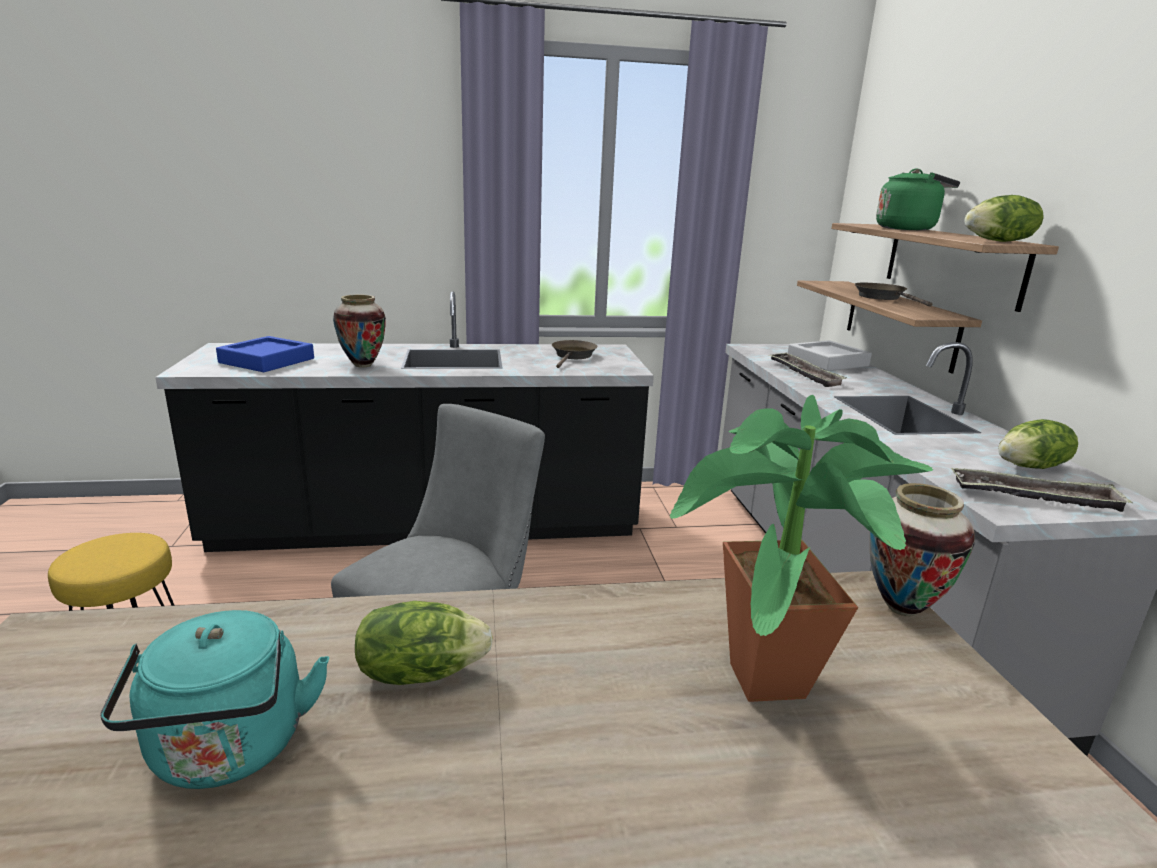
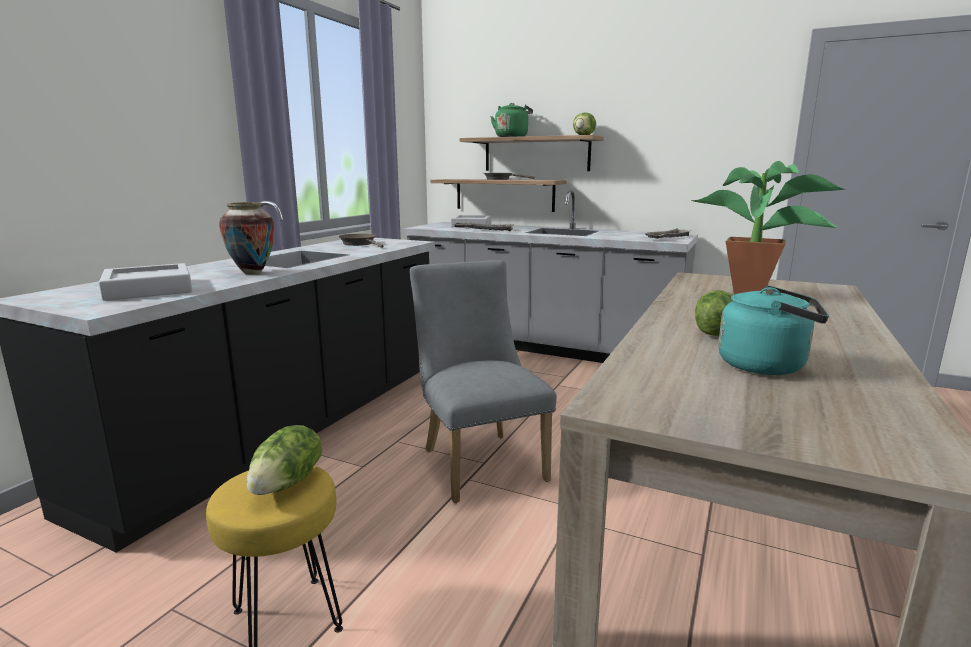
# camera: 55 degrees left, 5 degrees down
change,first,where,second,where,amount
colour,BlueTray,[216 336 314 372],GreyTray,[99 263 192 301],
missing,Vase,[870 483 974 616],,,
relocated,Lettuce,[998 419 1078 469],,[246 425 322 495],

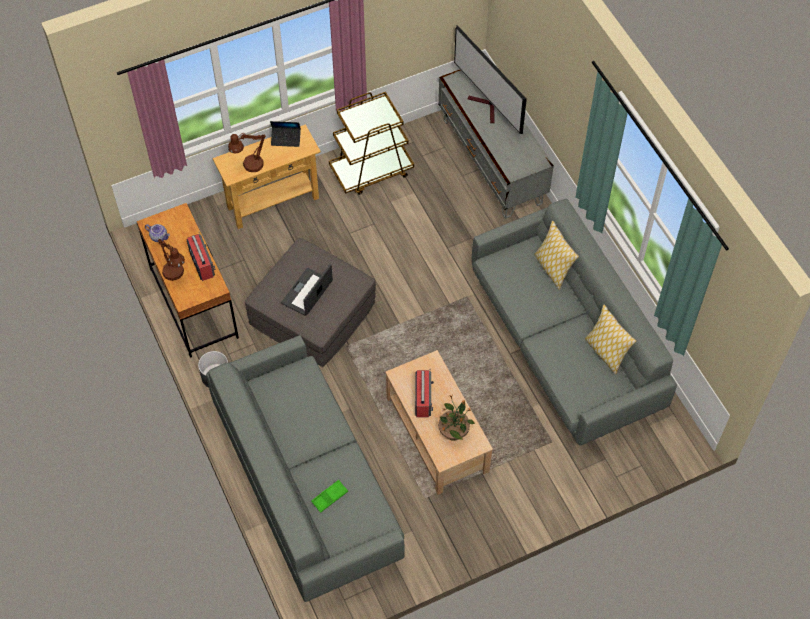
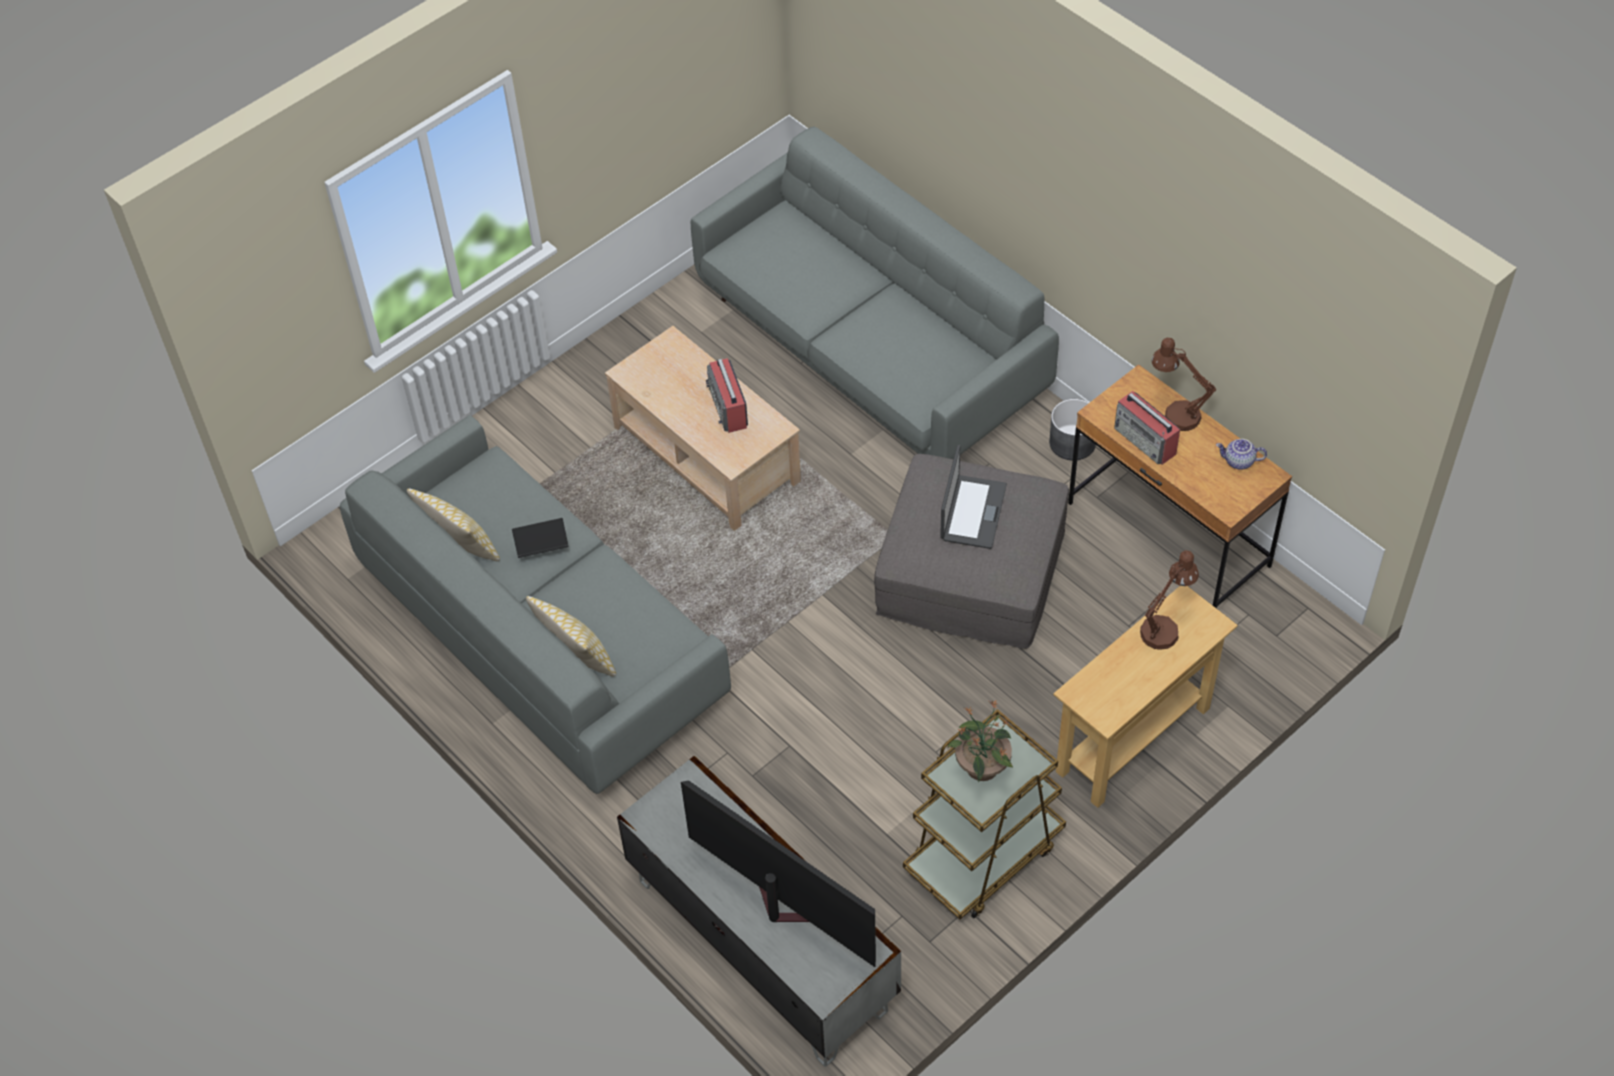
# camera: 165 degrees right, 5 degrees down
change,first,where,second,where,amount
relocated,Laptop,[270 121 301 147],,[512 518 569 558],
missing,GreenTray,[311 480 348 513],,,
relocated,PottedPlant,[438 395 475 441],,[947 700 1013 782],

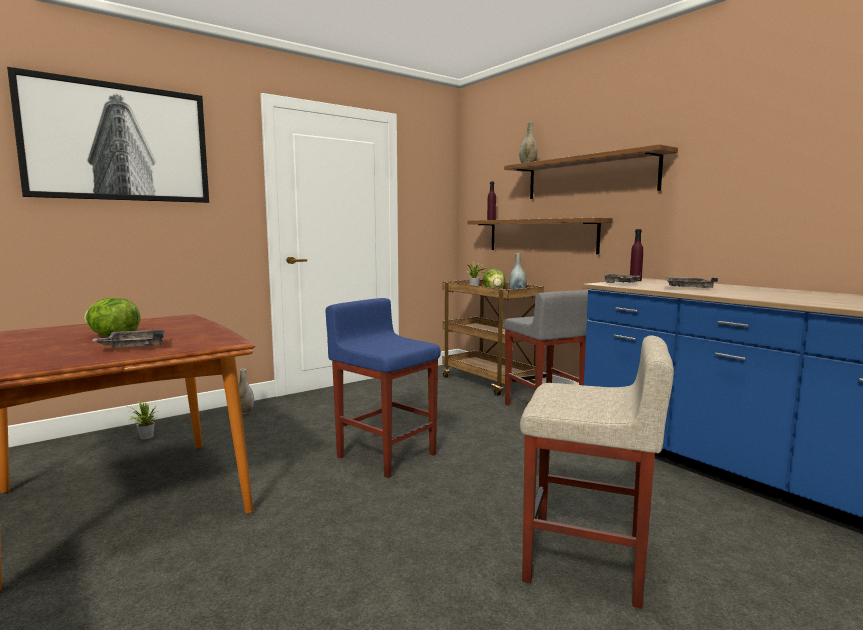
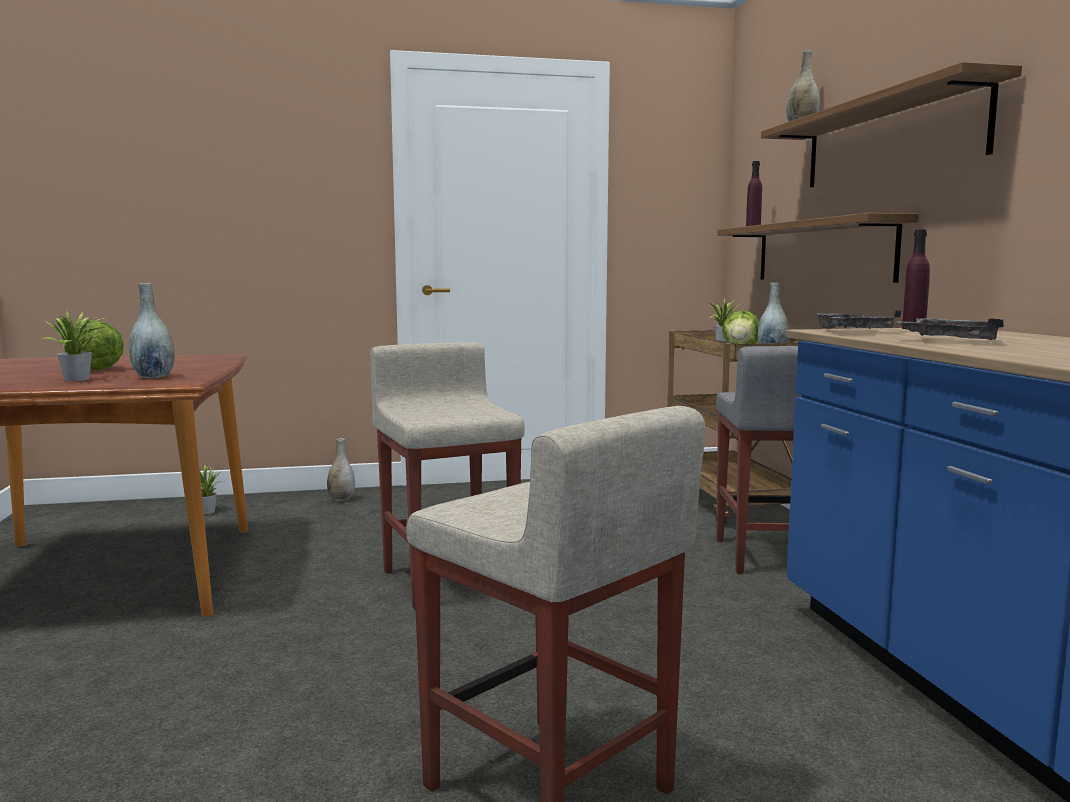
# camera: 25 degrees right, 0 degrees up
change,first,where,second,where,amount
missing,Picture,[7 67 209 203],,,
exchanged,GreyTray,[92 330 164 348],PottedPlant,[43 311 109 381],
colour,BlueStool,[326 298 441 478],BeigeStool,[370 342 525 610],
appeared,,,GreyVase,[129 283 175 378],

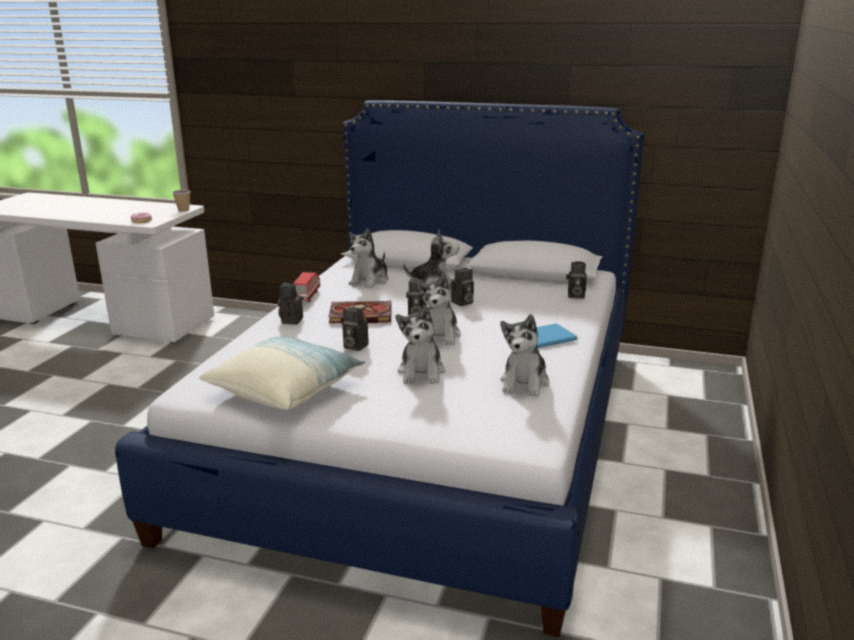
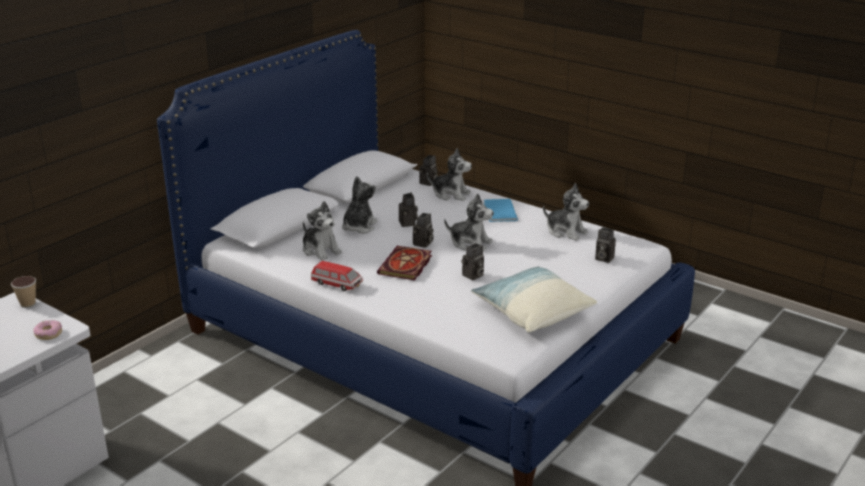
# camera: 70 degrees left, 5 degrees up
change,first,where,second,where,amount
relocated,PhotoCamera,[278 282 303 325],,[595 227 616 263],
relocated,PlushToy,[396 305 445 384],,[427 148 472 201],

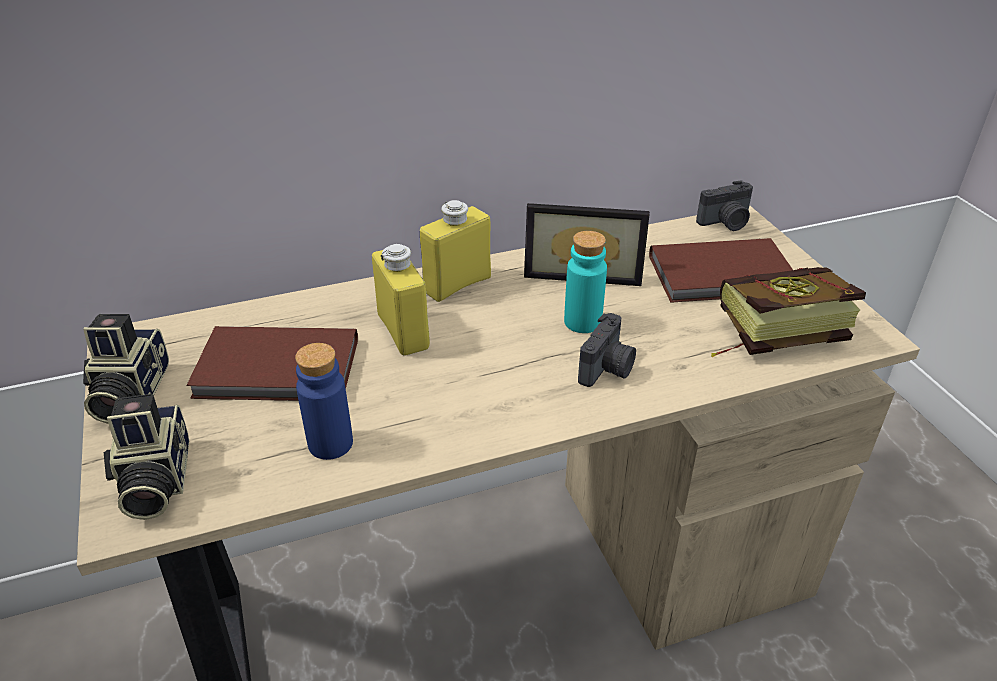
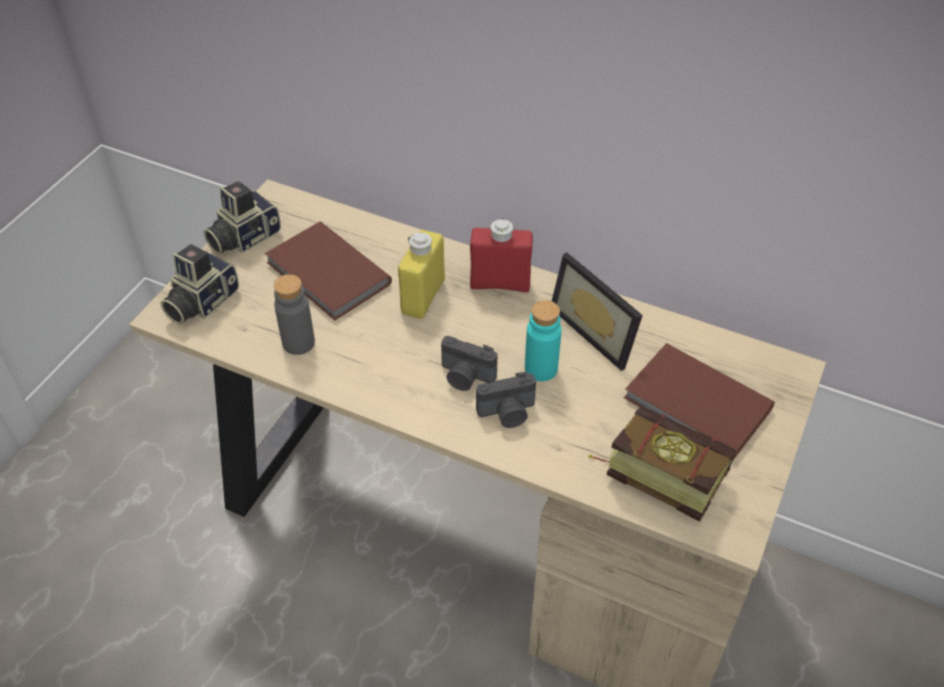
# camera: 45 degrees right, 10 degrees up
change,first,where,second,where,amount
colour,BlueBottle,[295 343 353 460],GreyBottle,[274 274 315 355],
colour,YellowBottle,[420 200 491 302],RedBottle,[470 218 533 292],
relocated,PhotoCamera,[696 180 753 231],,[441 336 497 391],

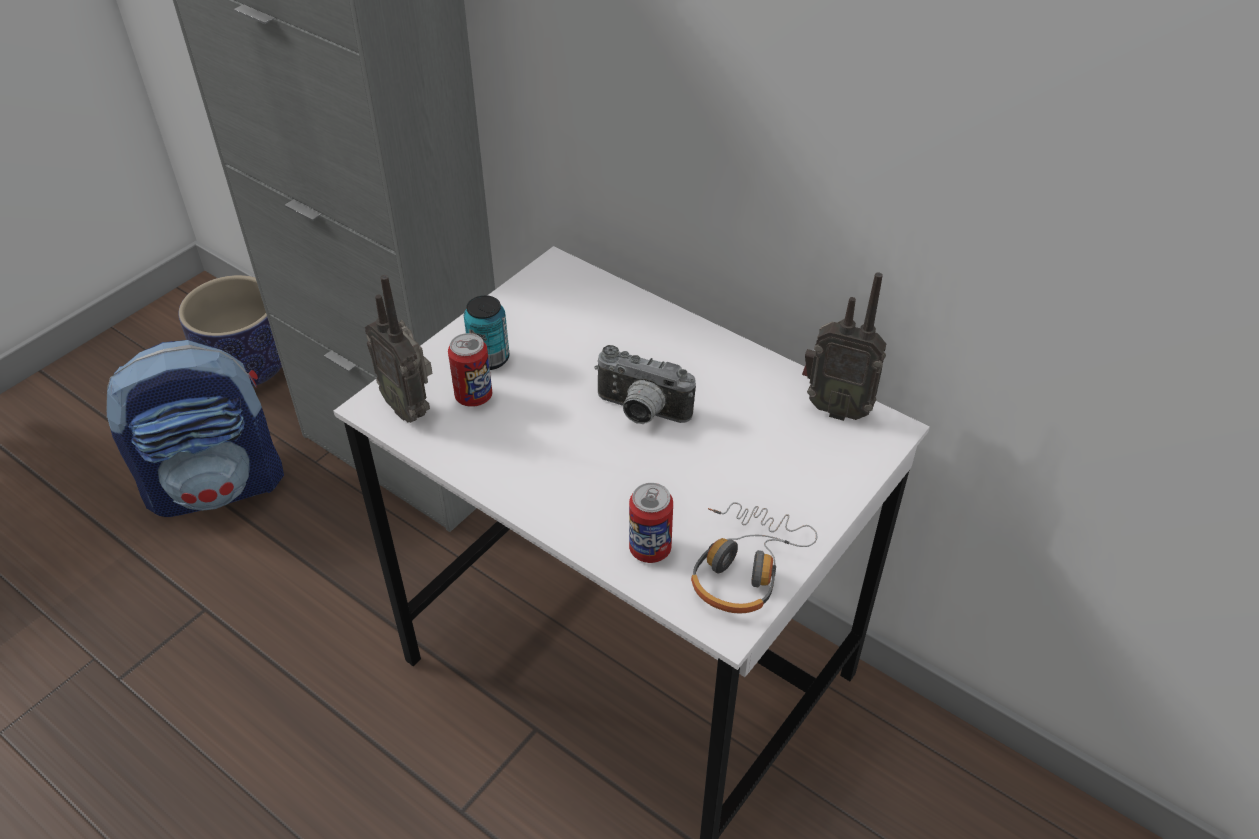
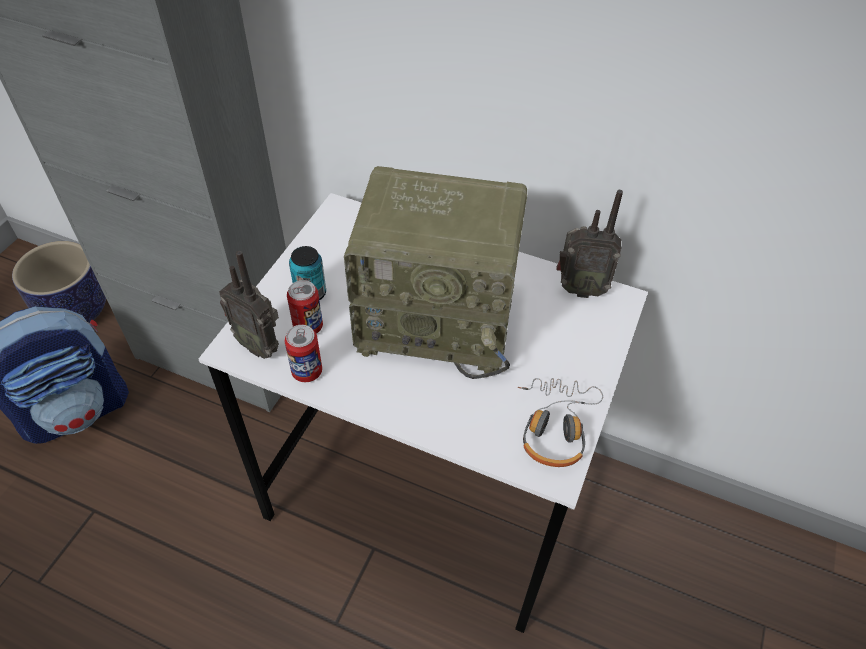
# camera: 15 degrees left, 5 degrees up
change,first,where,second,where,amount
exchanged,PhotoCamera,[594 345 696 424],Radio,[344 166 527 379],
relocated,Can,[629 483 673 563],,[285 325 322 382],

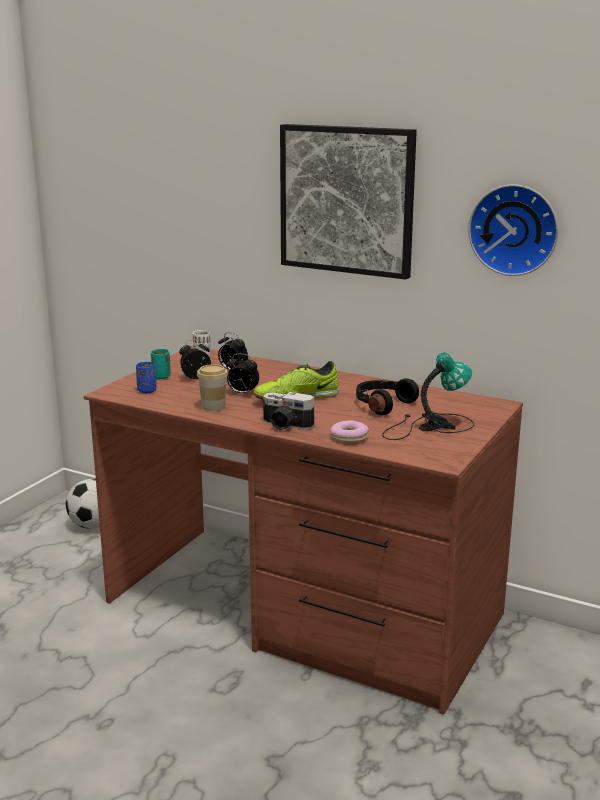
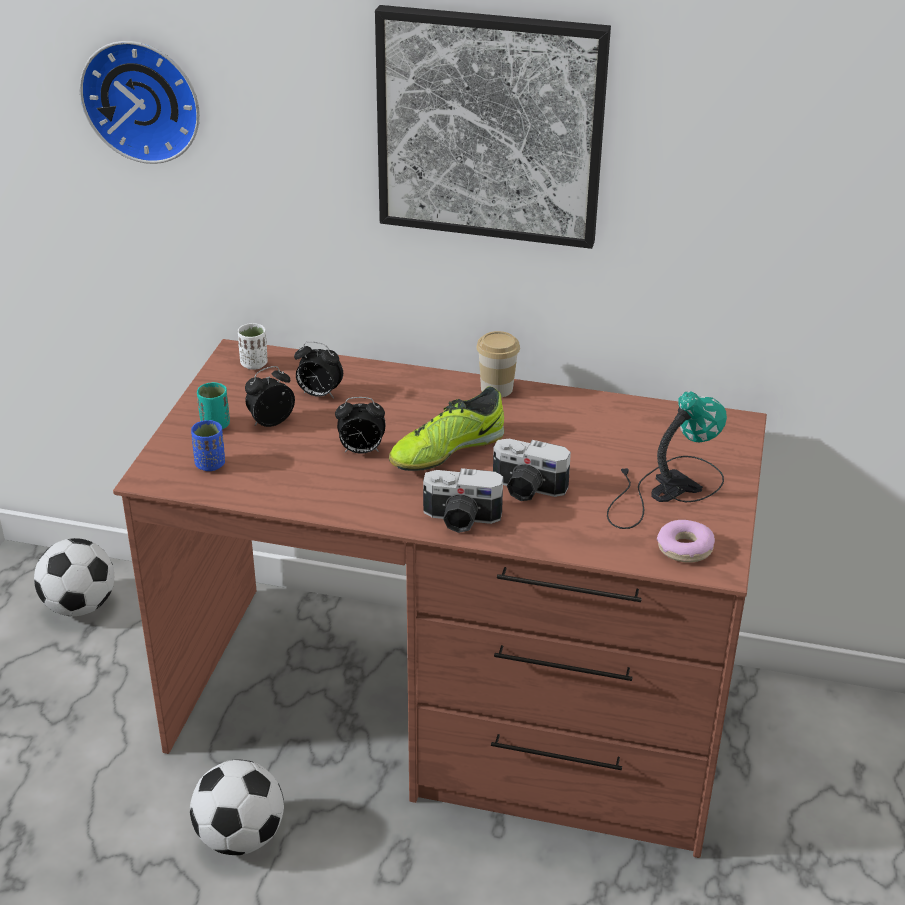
# camera: 15 degrees left, 15 degrees up
change,first,where,second,where,amount
relocated,Cup,[197 364 228 411],,[476 331 520 397],
relocated,Donut,[330 420 369 443],,[657 520 715 563],
missing,BlackHeadphones,[356 378 419 415],,,
relocated,WallClock,[468 184 558 276],,[80 41 200 164],
appeared,,,Football,[190 759 284 855],
appeared,,,PhotoCamera,[493 439 571 501],

